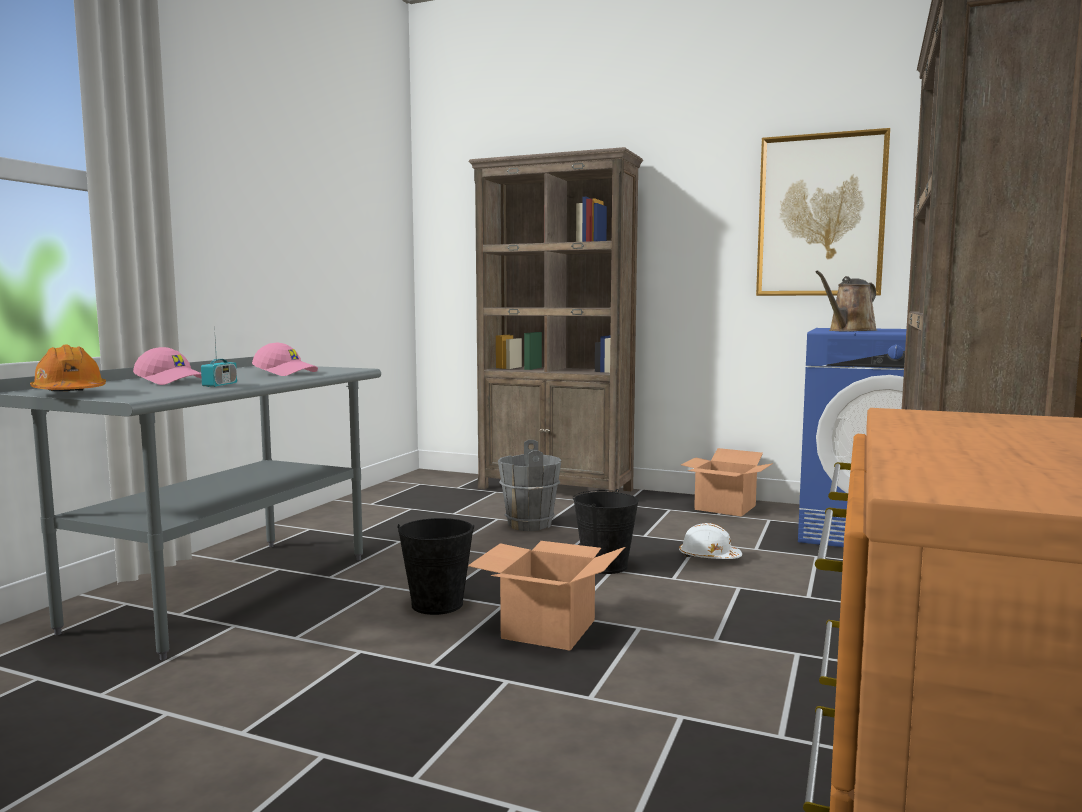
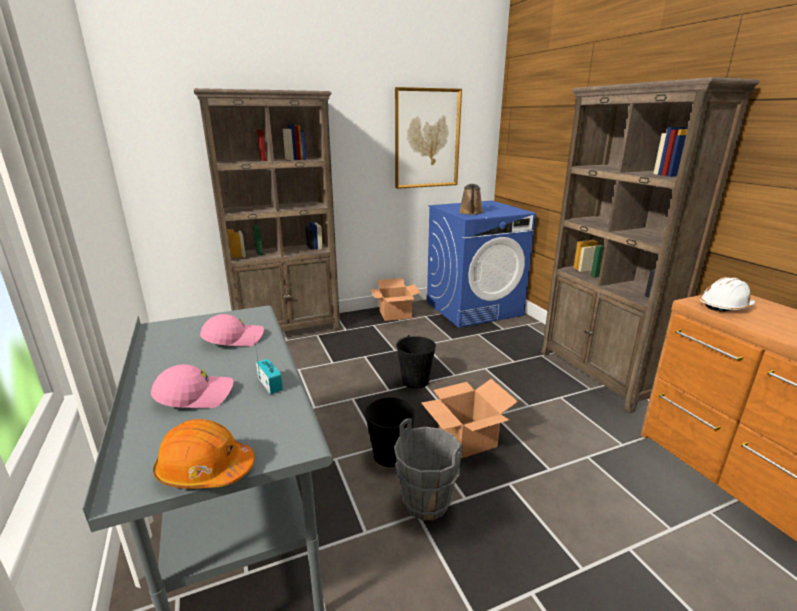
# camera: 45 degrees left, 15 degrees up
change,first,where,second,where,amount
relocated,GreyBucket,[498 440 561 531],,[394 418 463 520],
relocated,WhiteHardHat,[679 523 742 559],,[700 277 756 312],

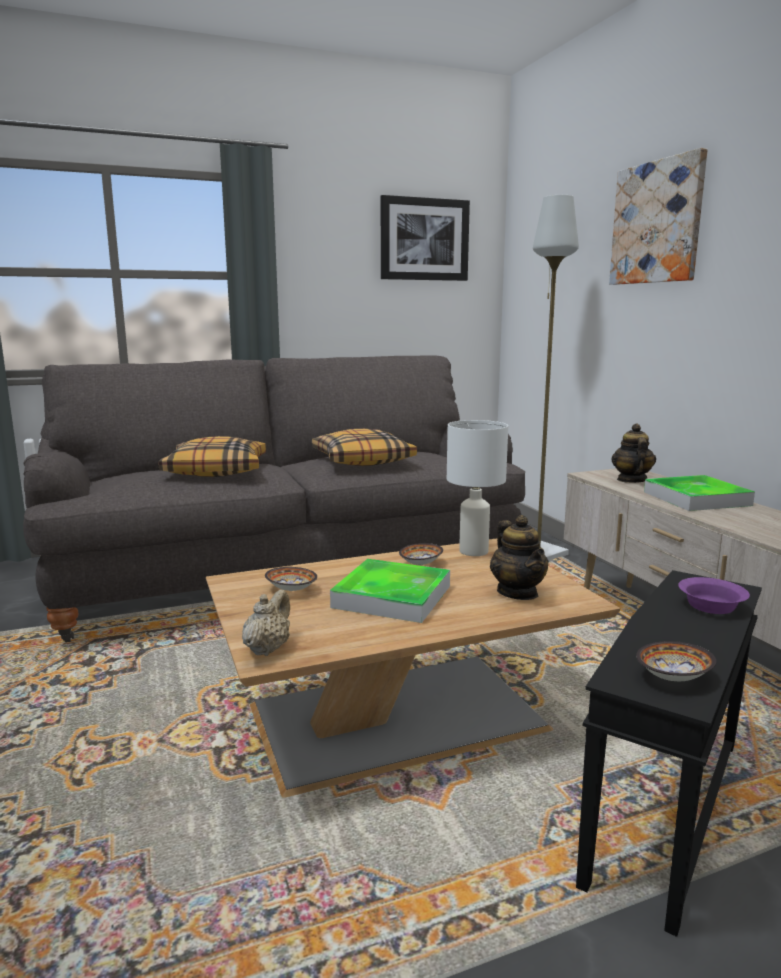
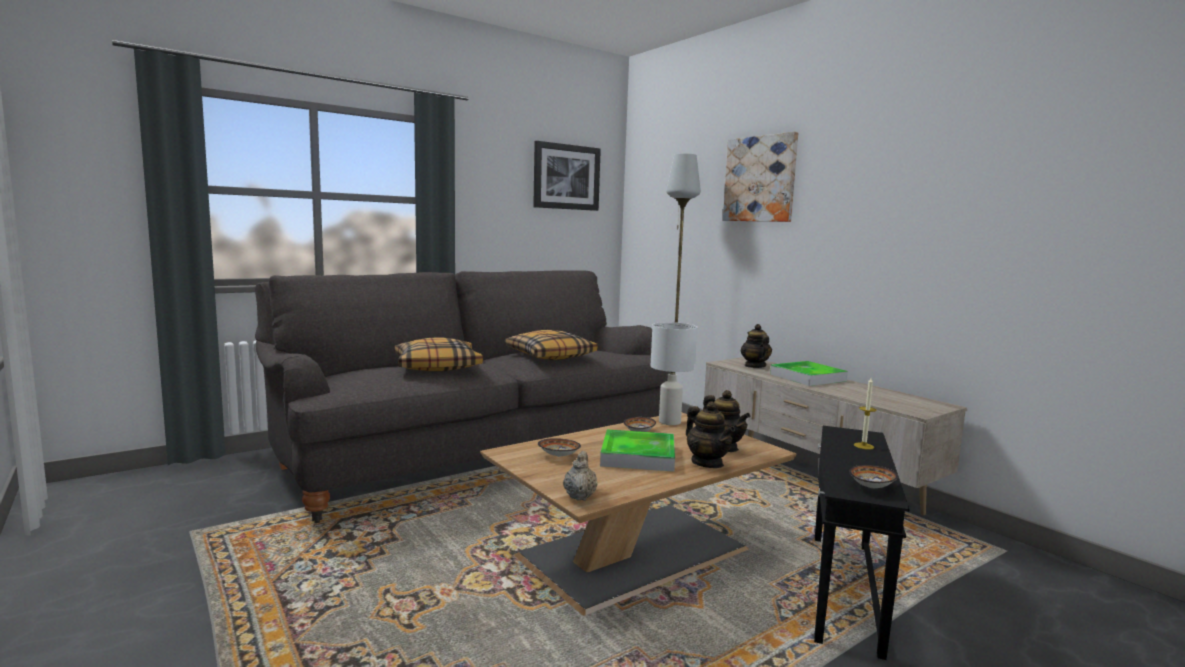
# camera: 15 degrees left, 5 degrees down
change,first,where,second,where,amount
exchanged,PurpleBowl,[678 577 750 614],Candle,[854 378 877 450],
appeared,,,Teapot,[686 401 735 468],

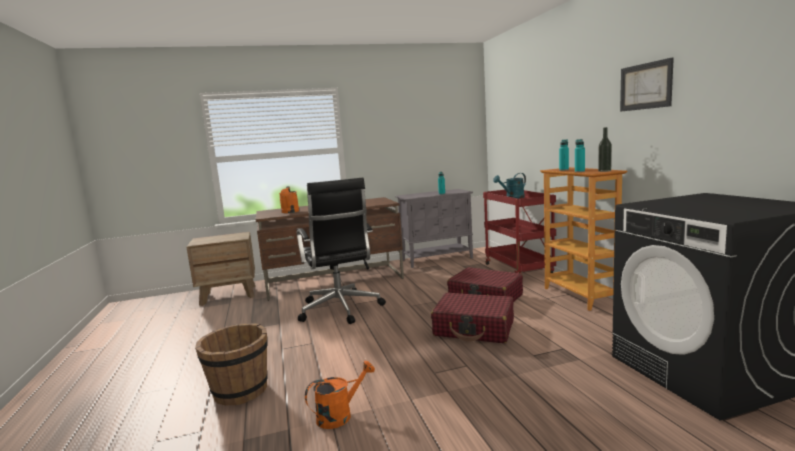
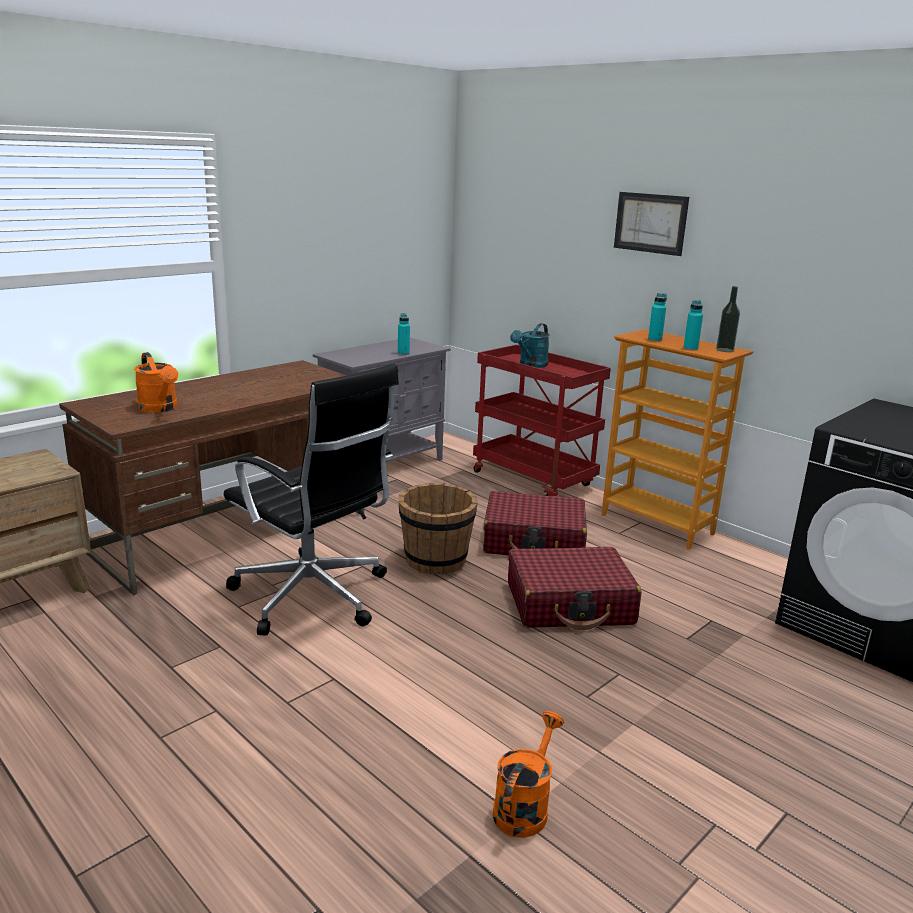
# camera: 30 degrees left, 10 degrees up
change,first,where,second,where,amount
relocated,BrownBucket,[195 323 268 405],,[399 483 478 574],
relocated,Picture,[620 57 674 112],,[614 192 689 256],

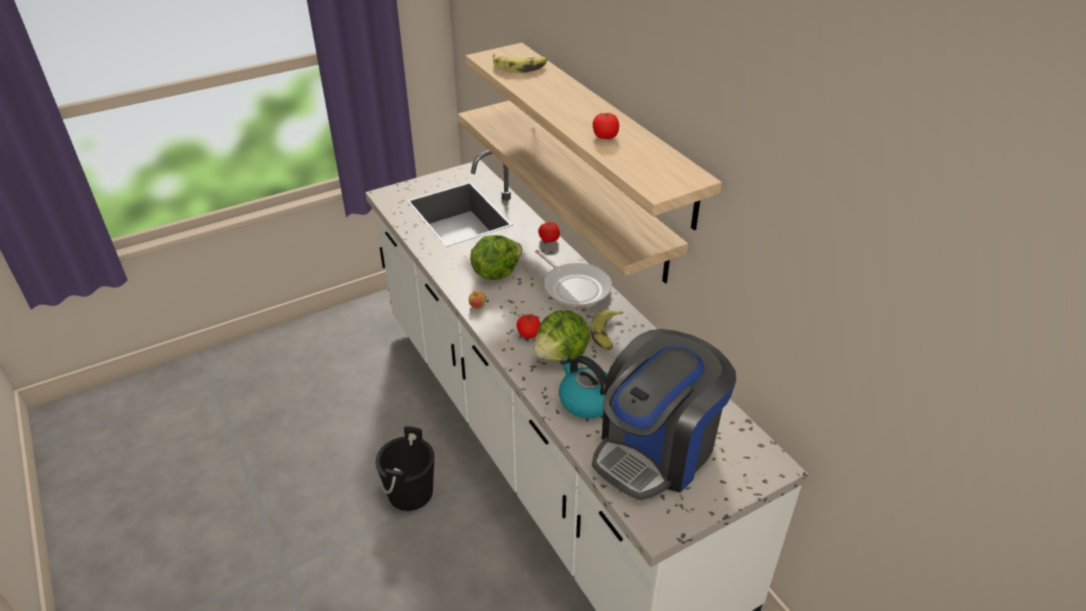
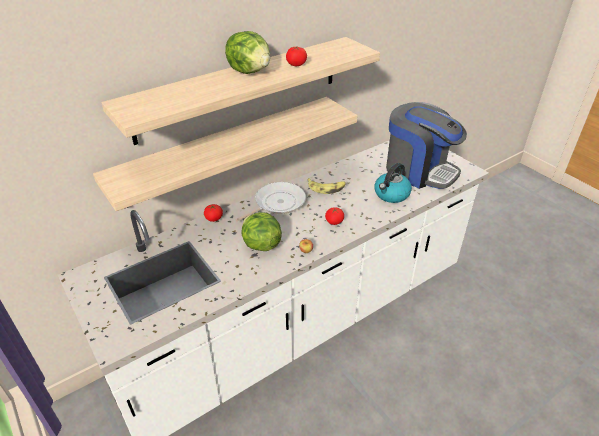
# camera: 95 degrees left, 0 degrees up
change,first,where,second,where,amount
missing,BlackBucket,[376 427 434 511],,,
missing,Banana,[493 54 547 73],,,
relocated,Lettuce,[534 310 590 362],,[225 31 270 74],

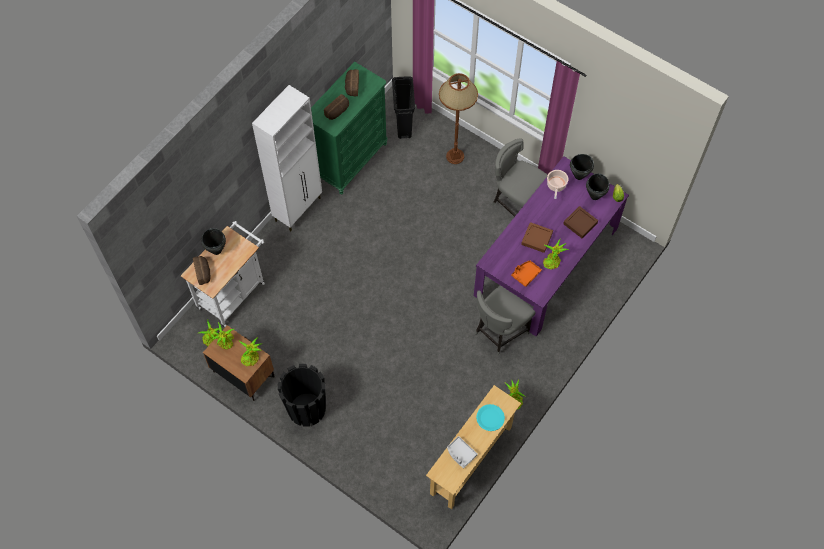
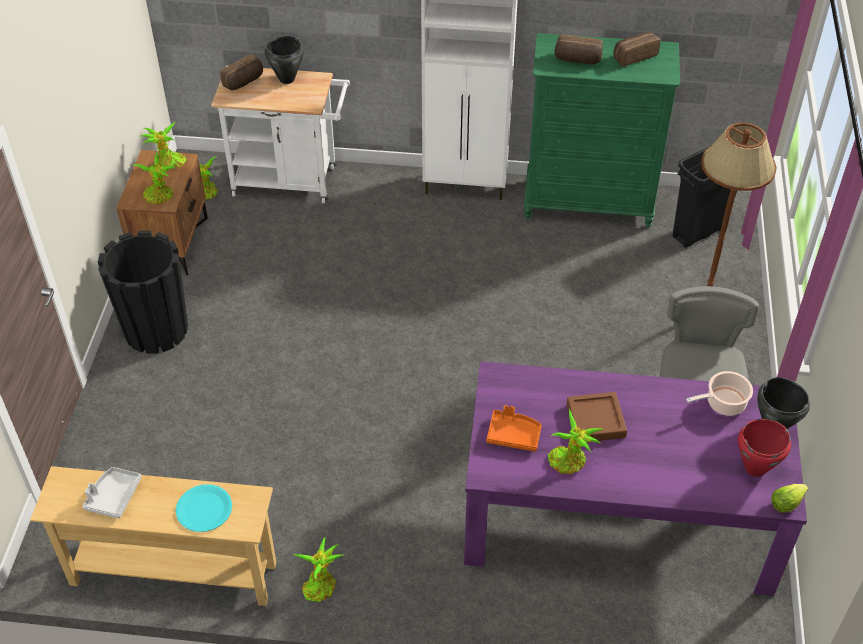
# camera: 60 degrees right, 15 degrees down
change,first,where,second,where,amount
missing,GreyChair,[475 285 535 356],,,
missing,BrownTray,[563 206 598 238],,,
colour,BlackCookingPot,[586 173 610 200],RedCookingPot,[738 419 791 477],

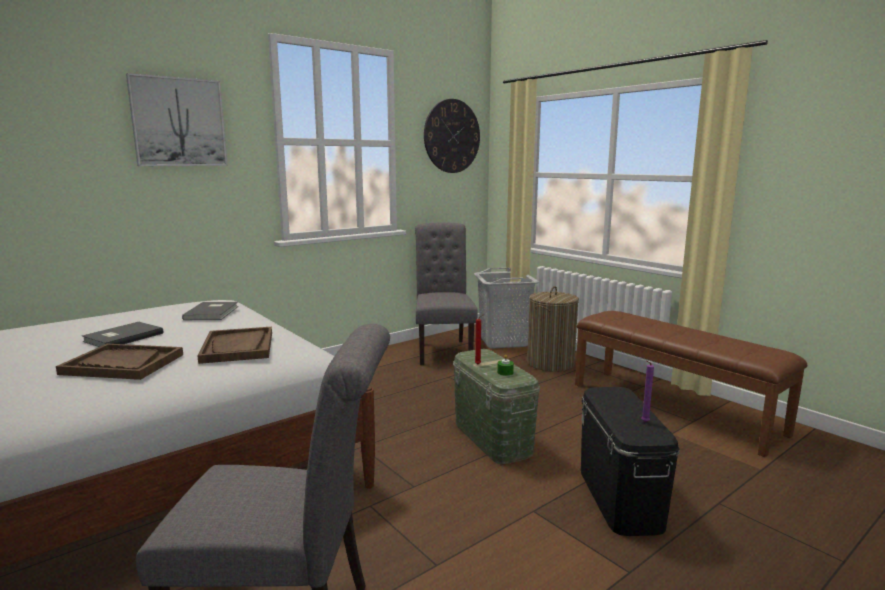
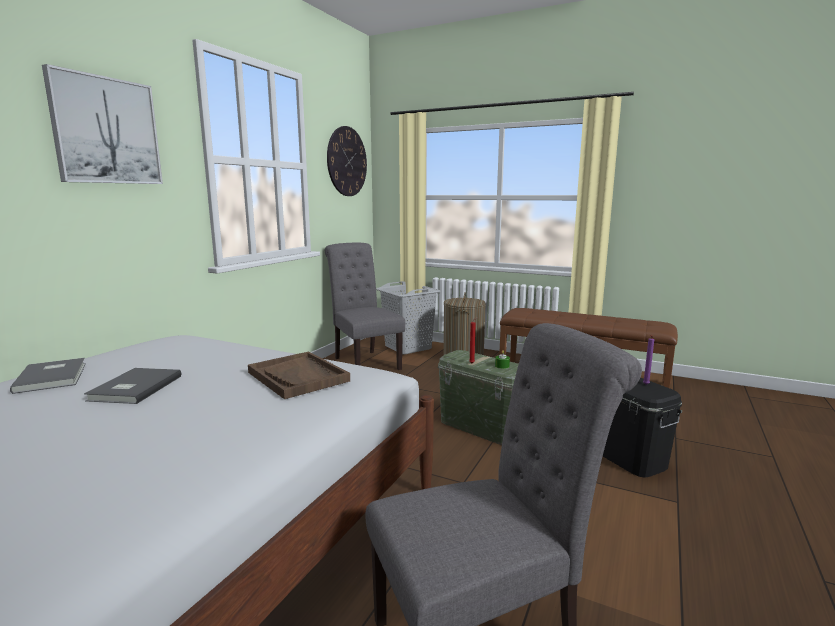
# camera: 25 degrees left, 0 degrees up
change,first,where,second,where,amount
missing,BrownTray,[56 344 183 380],,,
relocated,GreyBook,[182 302 238 320],,[10 358 86 394],

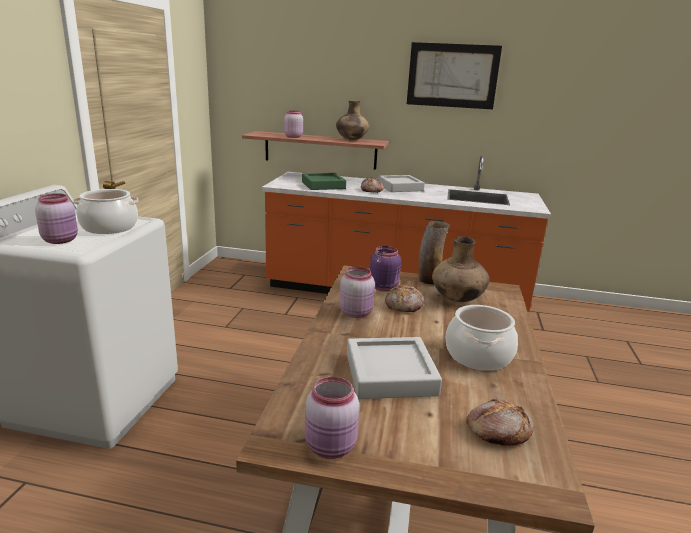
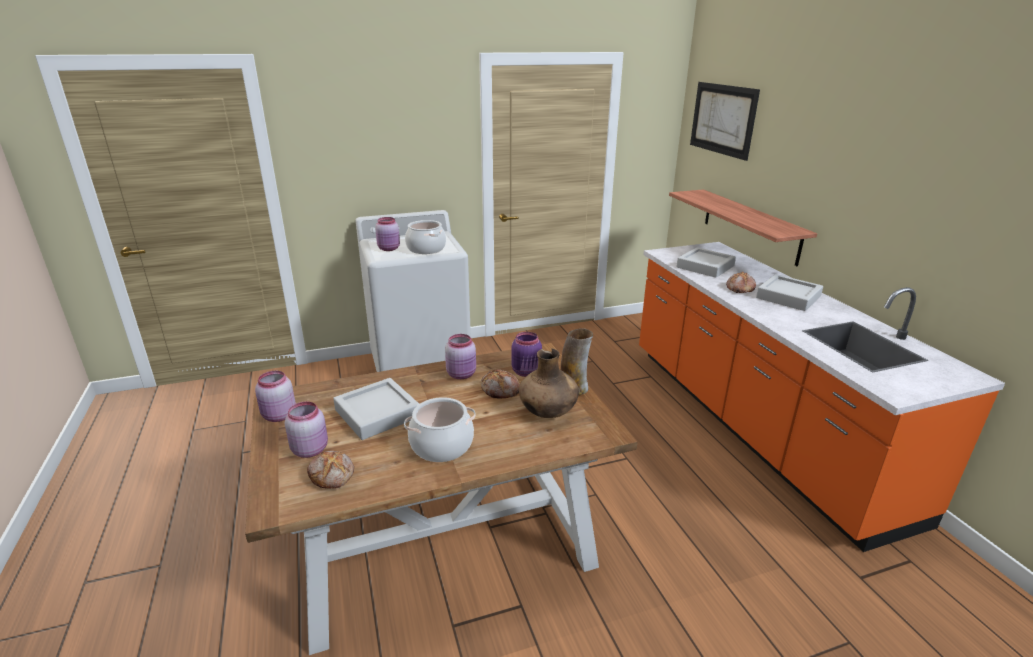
# camera: 60 degrees right, 5 degrees up
change,first,where,second,where,amount
relocated,PinkJar,[284 111 303 138],,[285 402 328 458],
colour,GreenTray,[302 173 346 190],GreyTray,[676 247 736 278],
missing,BrownVase,[336 101 369 140],,,
relocated,Picture,[407 42 502 109],,[690 82 760 161],

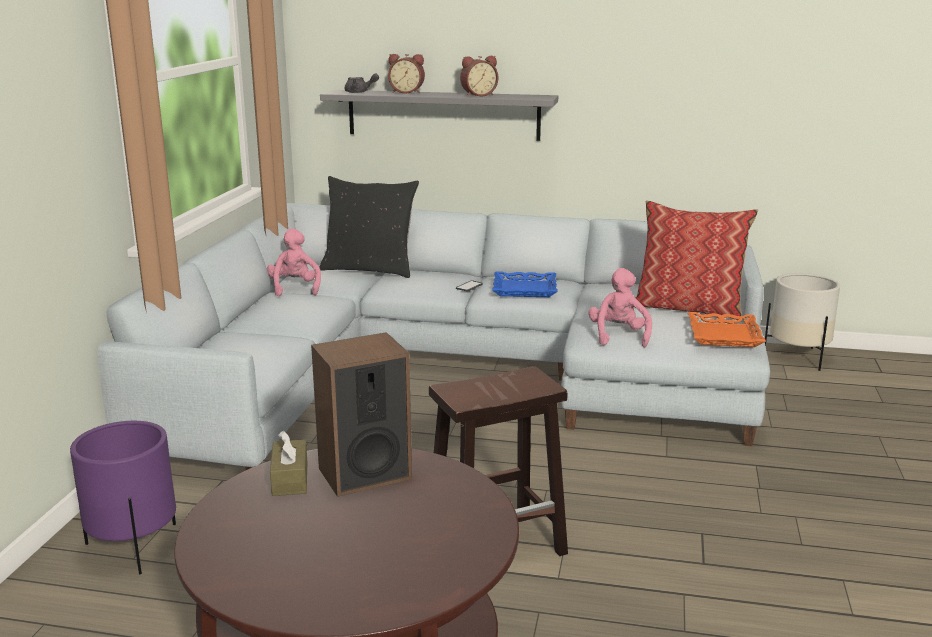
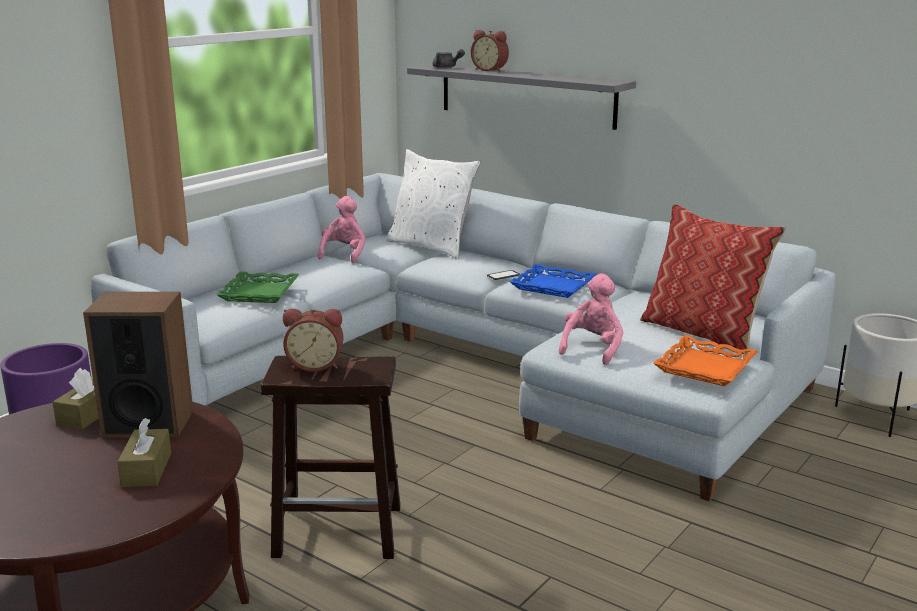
# camera: 25 degrees right, 0 degrees up
change,first,where,second,where,amount
colour,BlackPillow,[319 176 419 278],WhitePillow,[386 149 481 259],
relocated,AlarmClock,[460 56 498 97],,[283 309 343 372],
appeared,,,BrownTissueBox,[117 418 171 487],
appeared,,,GreenTray,[217 272 299 303],

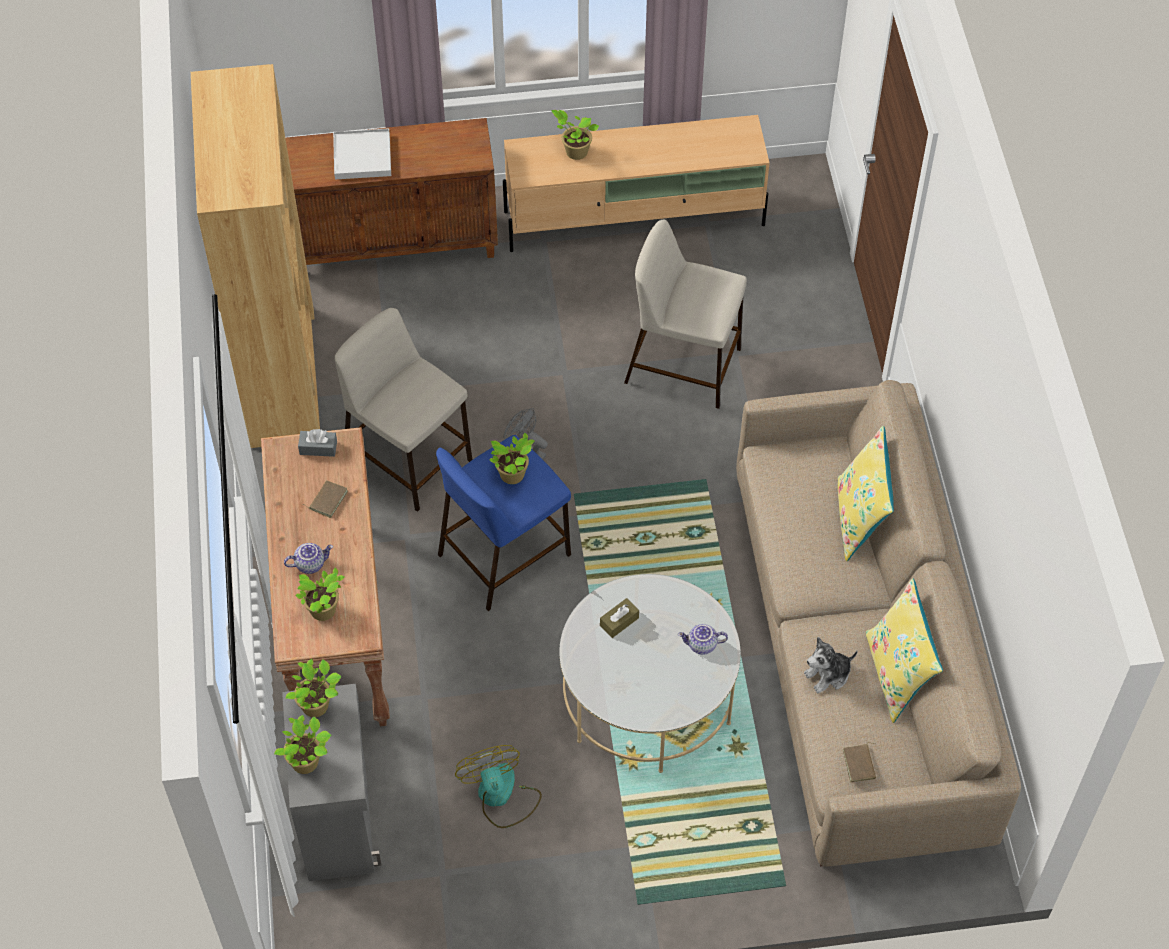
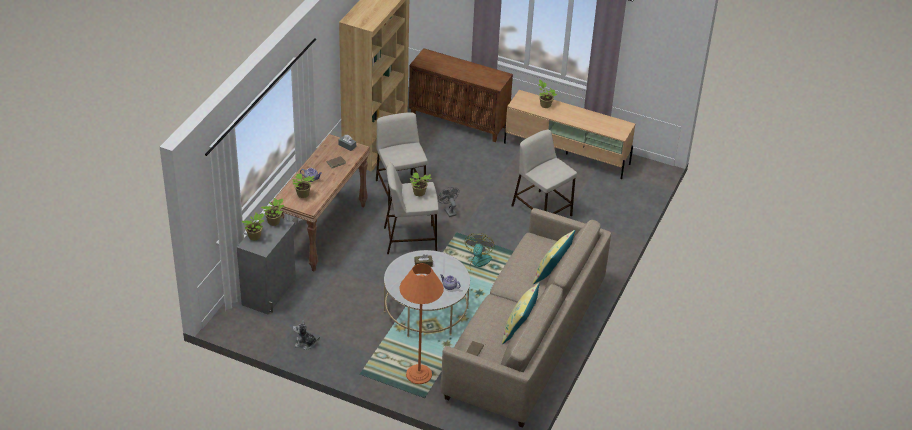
# camera: 30 degrees right, 15 degrees down
change,first,where,second,where,amount
missing,WhiteTray,[333 128 391 179],,,
colour,BlueStool,[436 435 571 611],BeigeStool,[384 163 439 254],
relocated,Fan,[455 745 542 828],,[465 233 495 272],
relocated,PlushToy,[804 637 858 693],,[293 320 320 350],
appeared,,,OrangeFloorLamp,[400 263 444 384],

